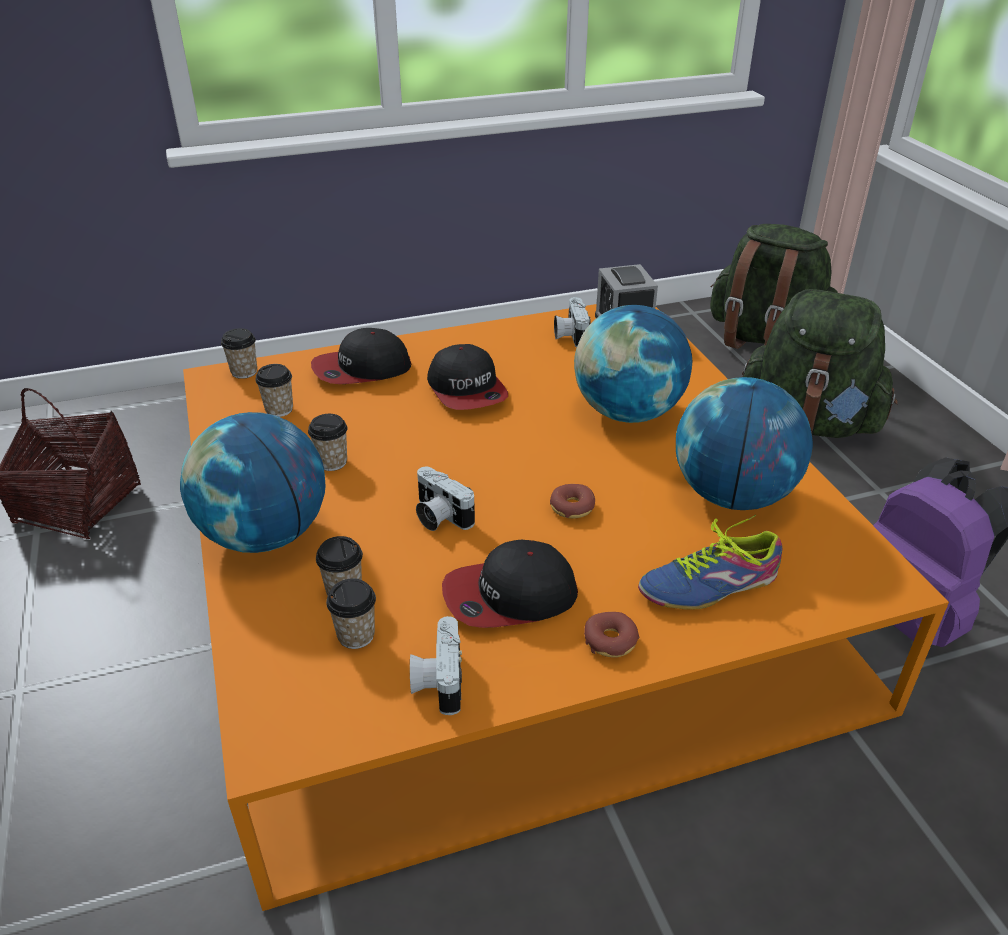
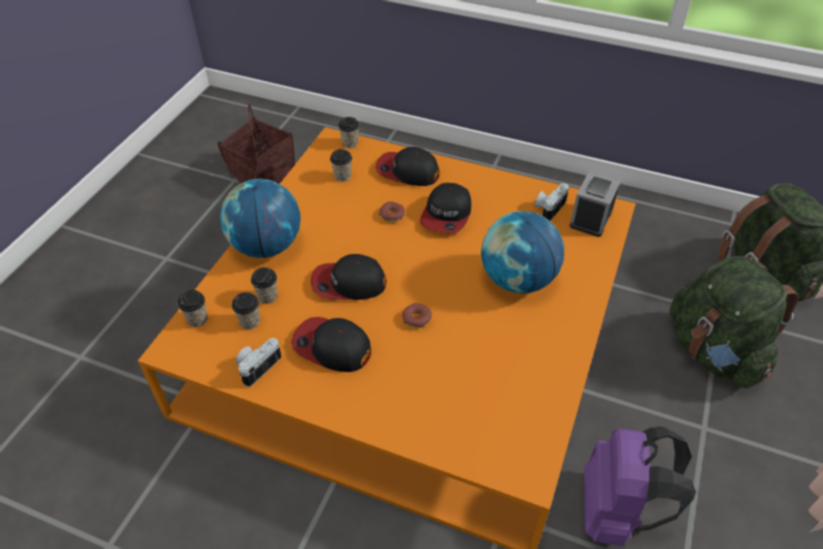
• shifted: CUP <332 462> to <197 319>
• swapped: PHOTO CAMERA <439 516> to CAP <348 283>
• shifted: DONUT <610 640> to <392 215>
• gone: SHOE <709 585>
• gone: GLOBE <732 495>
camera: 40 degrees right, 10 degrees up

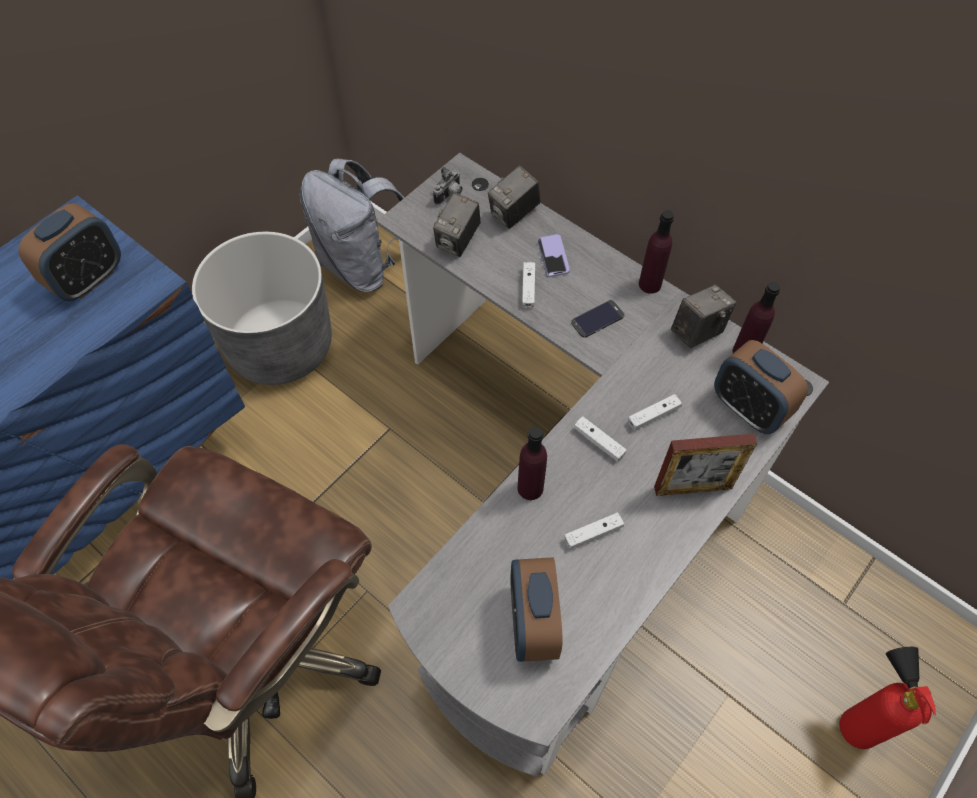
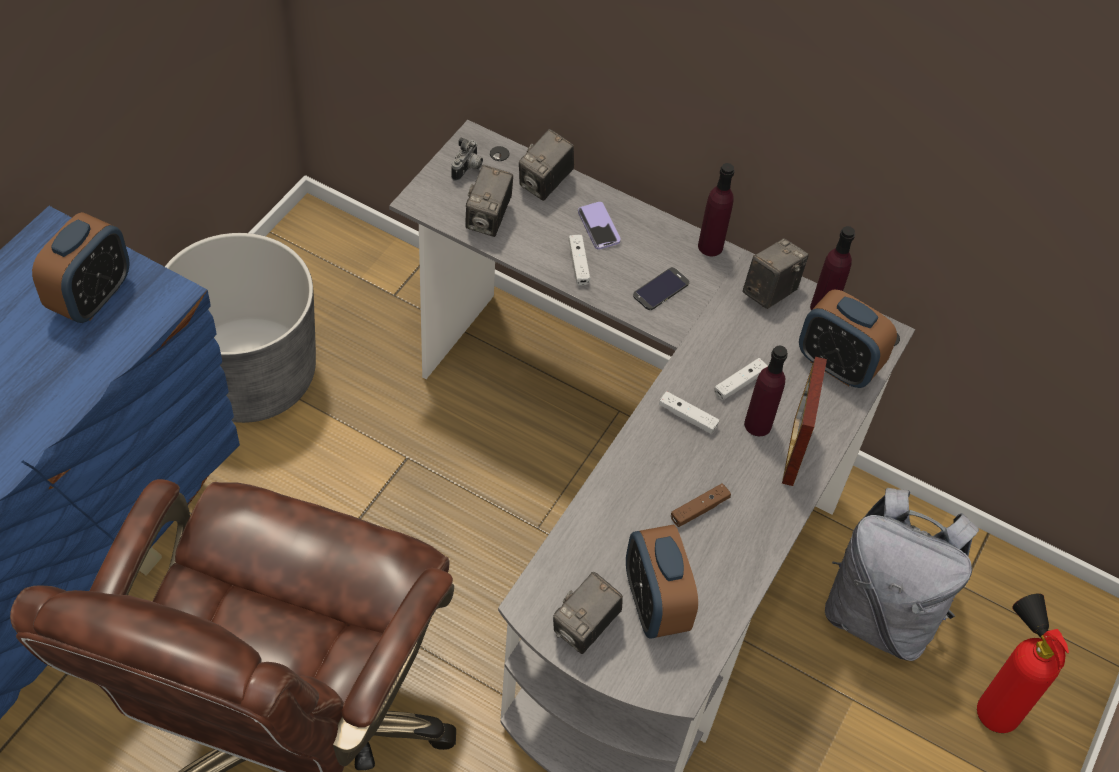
• new: PHOTO CAMERA <585 628>
• repainted: WHITE GAME CONTROLLER <593 534> to BROWN GAME CONTROLLER <699 509>
• shifted: PURPLE BOTTLE <530 488> to <758 424>
• rotated: PICTURE FRAME <692 487> = <793 451> 120 degrees clockwise
• shifted: GREY BACKPACK <362 266> to <880 614>
camera: 15 degrees left, 5 degrees down

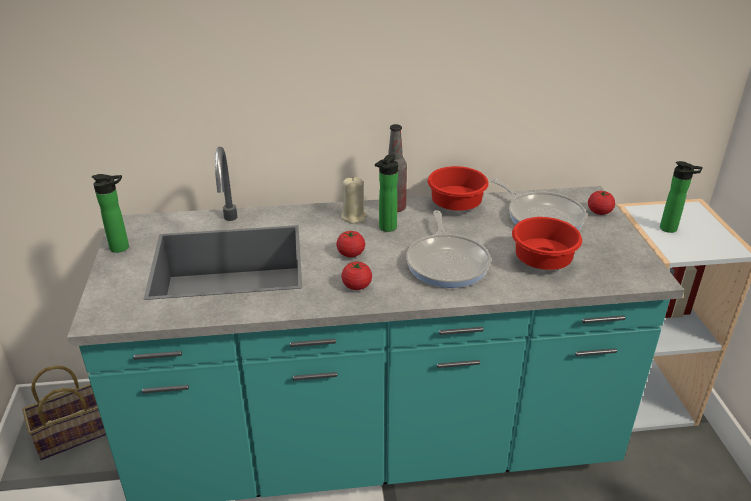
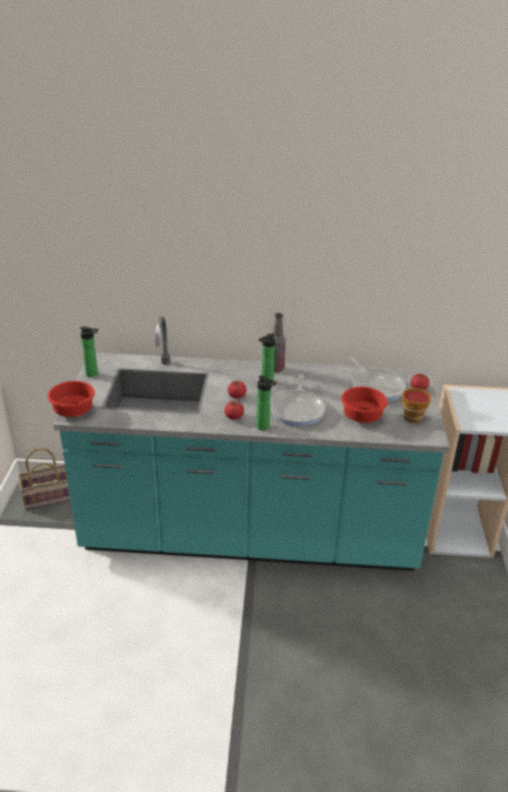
• shifted: RED BOWL <454 205> to <72 410>
• shifted: BOTTLE <671 229> to <264 427>
• new: CUP <412 416>
• gone: BEIGE CANDLE <354 217>
camera: 10 degrees right, 0 degrees up

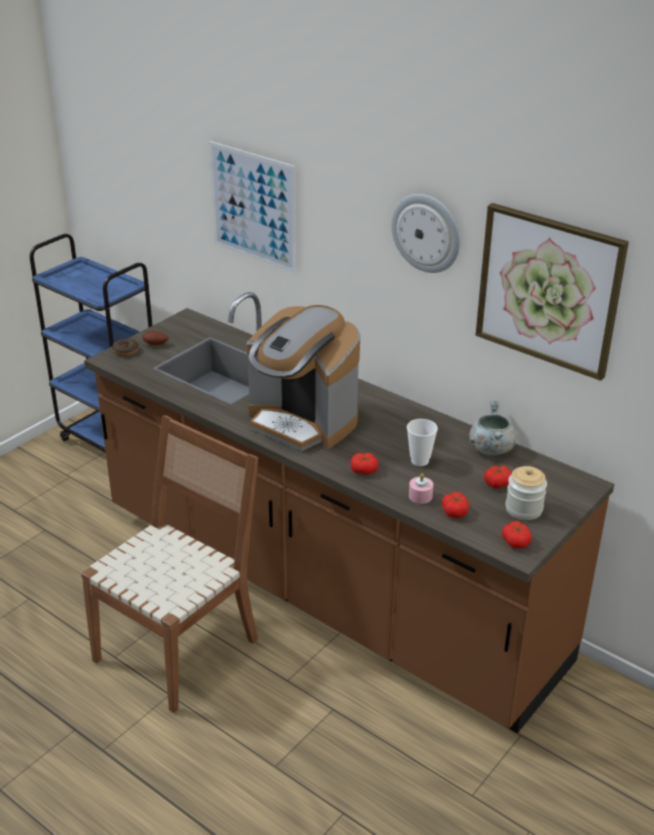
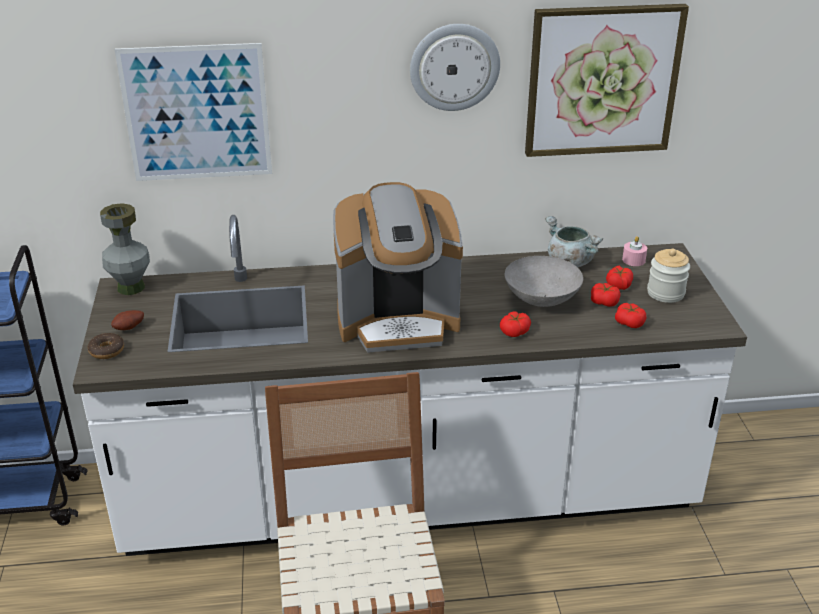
• repainted: BROWN COUNTER <325 586> to WHITE COUNTER <409 497>
• new: GREY VASE <131 287>
• swapped: CUP <419 461> to GREY BOWL <540 300>
• shifted: TOMATO <516 541> to <604 302>
• shifted: PINK CANDLE <420 496> to <633 260>
camera: 45 degrees left, 0 degrees up

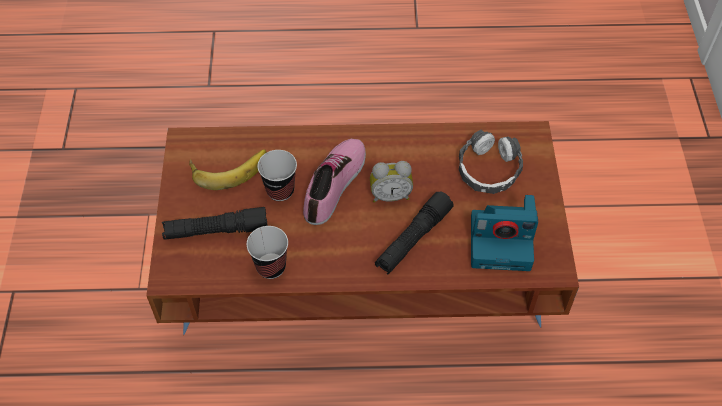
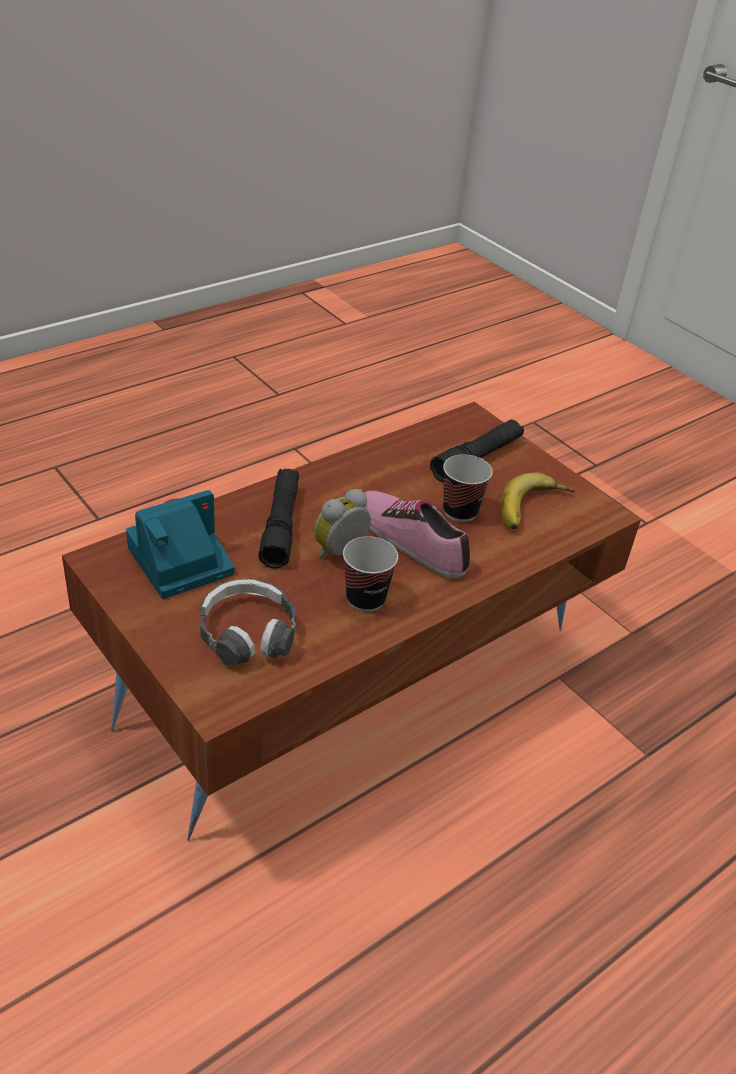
• shifted: CUP <271 267> to <365 599>
• rotated: SHOE <335 185> = <411 539> 150 degrees clockwise
camera: 140 degrees right, 15 degrees down

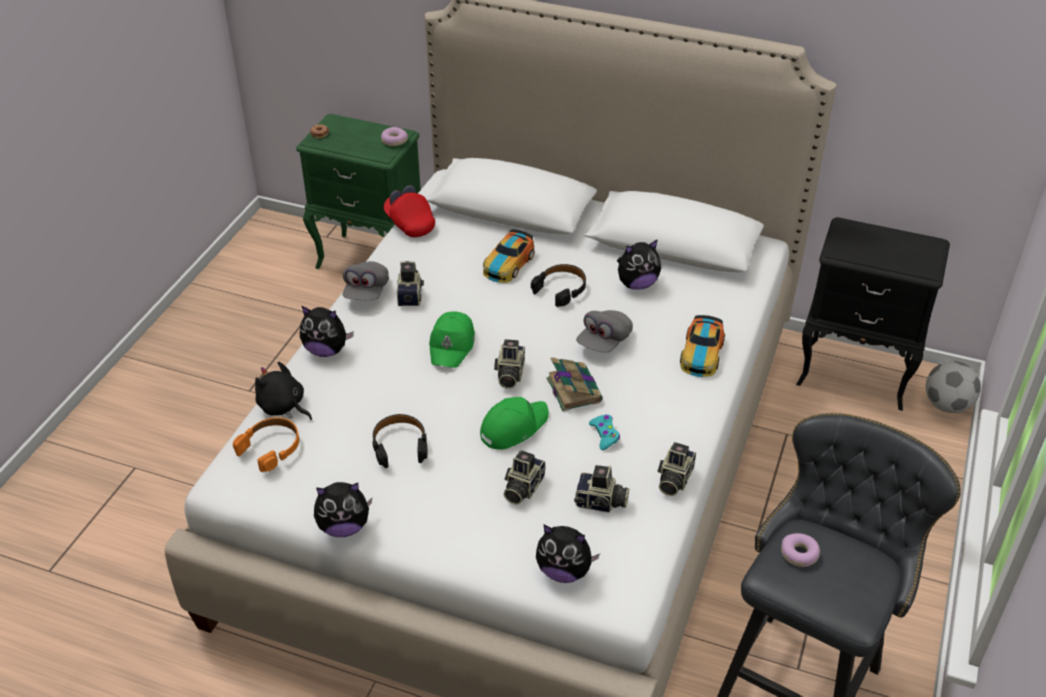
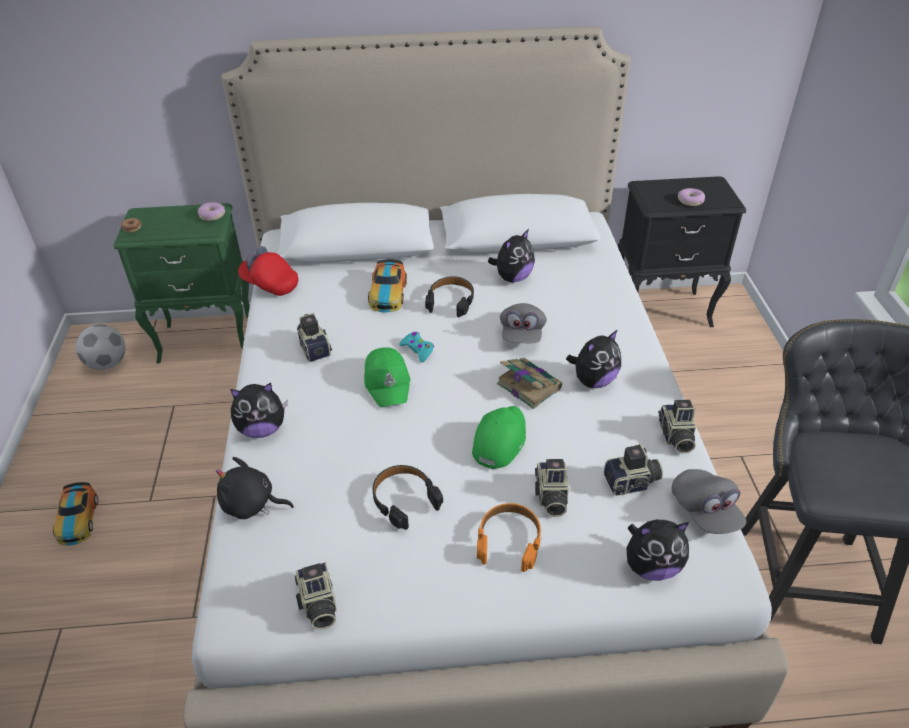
• shifted: TOY CAR <701 354> to <77 519>
• shifted: FOOTBALL <946 405> to <107 364>
• shifted: PHOTO CAMERA <509 374> to <318 605>
• shifted: TURQUOISE GAME CONTROLLER <604 435> to <417 350>
• shifted: ORANGE HEADPHONES <271 448> to <509 541>
• shifted: PLUSH TOY <344 527> to <593 381>
• shifted: GREY CAP <366 292> to <705 512>
• shifted: DONUT <799 554> to <690 201>
camera: 25 degrees left, 0 degrees up

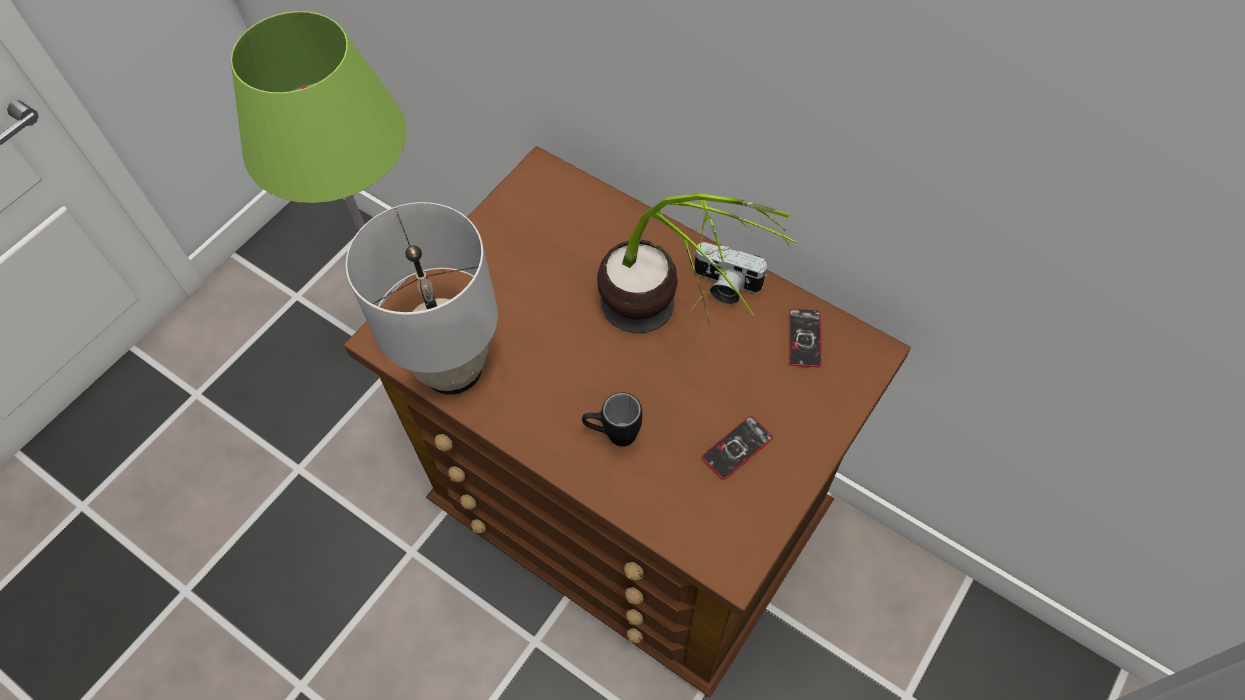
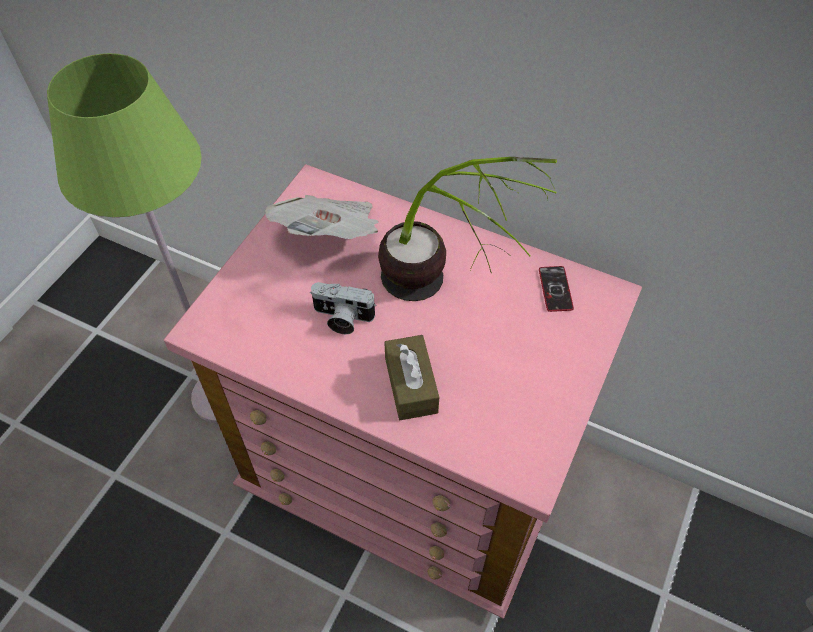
• repainted: BROWN DRESSER <631 506> to PINK DRESSER <410 468>
• new: NEWSPAPER <330 235>
• shifted: PHOTO CAMERA <725 285> to <342 318>
• swapped: BLACK MUG <612 435> to BROWN TISSUE BOX <411 385>
• gone: WHITE TABLE LAMP <453 369>
• gone: PHONE <737 448>
camera: 10 degrees left, 5 degrees down

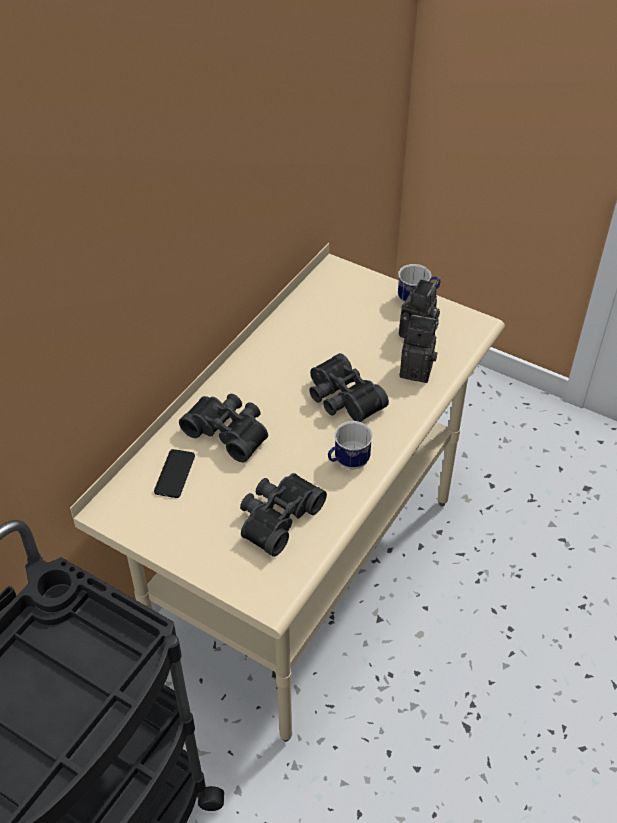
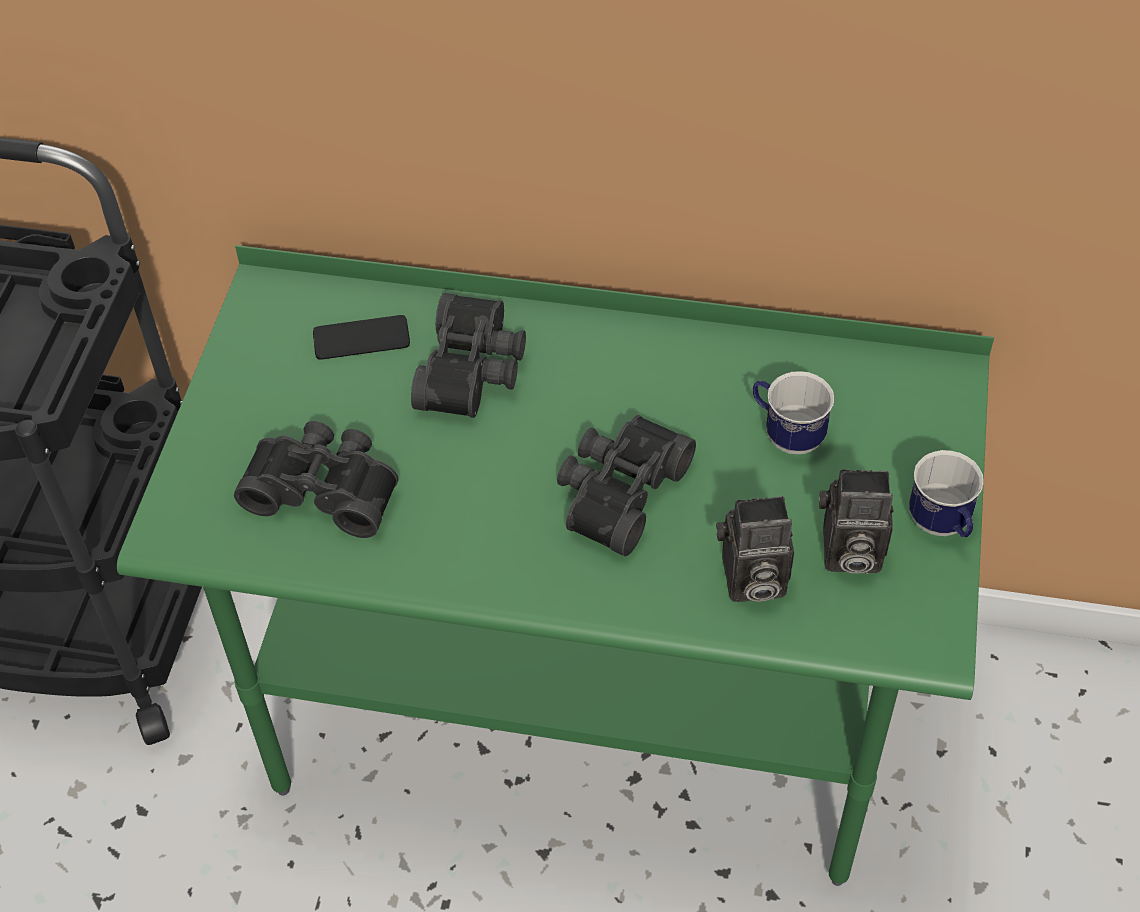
• repainted: BEIGE DESK <307 577> to GREEN DESK <578 717>
• rotated: PHOTO CAMERA <418 370> = <750 581> 90 degrees clockwise
• shifted: MUG <347 463> to <786 434>
camera: 70 degrees right, 5 degrees up

